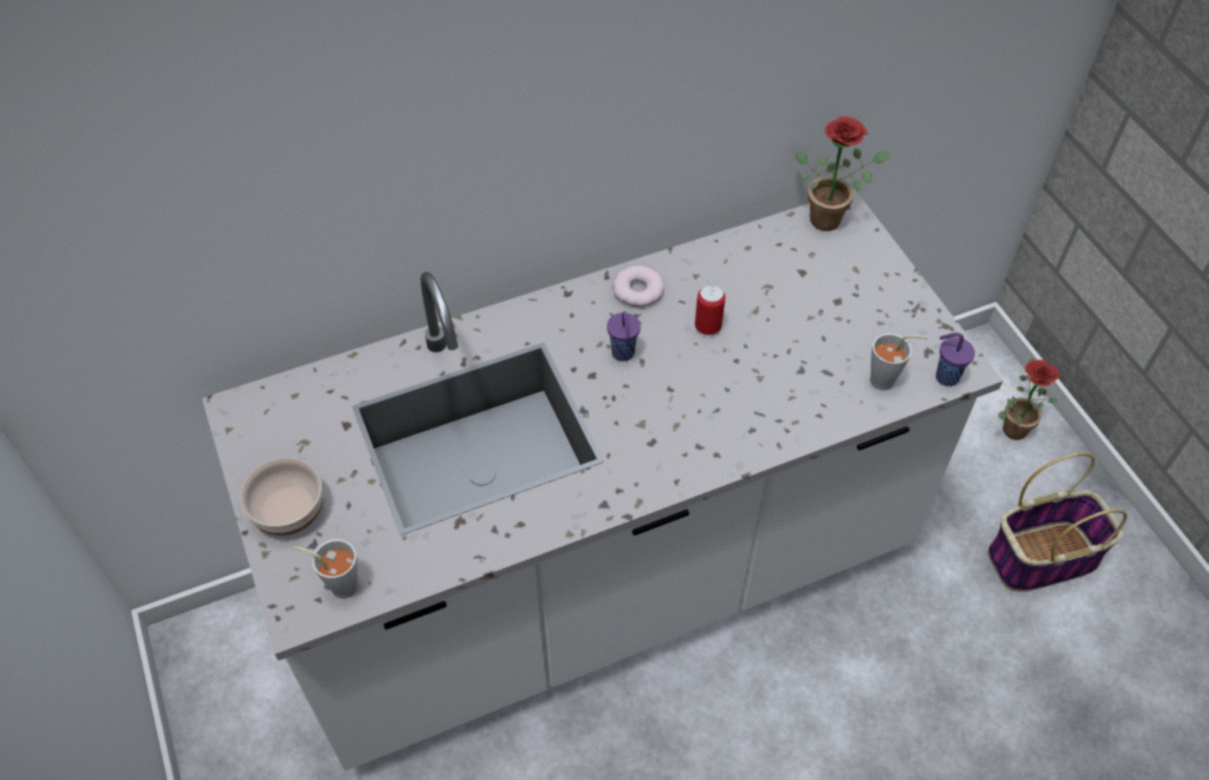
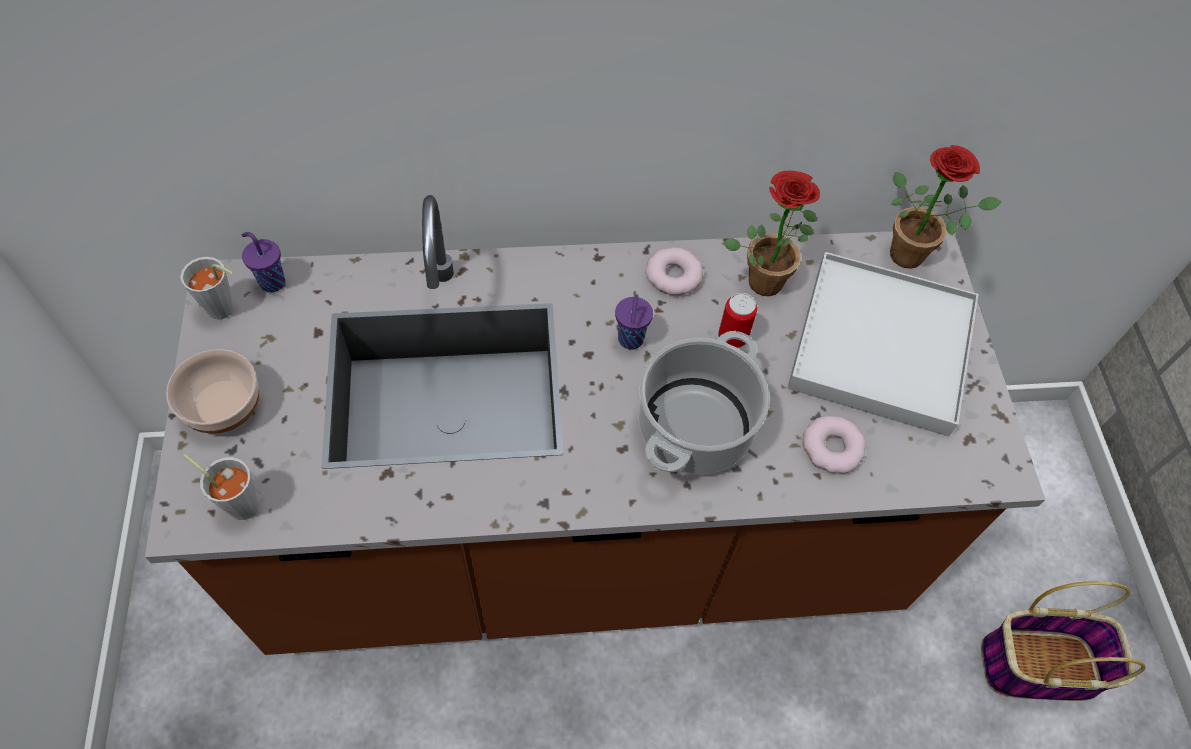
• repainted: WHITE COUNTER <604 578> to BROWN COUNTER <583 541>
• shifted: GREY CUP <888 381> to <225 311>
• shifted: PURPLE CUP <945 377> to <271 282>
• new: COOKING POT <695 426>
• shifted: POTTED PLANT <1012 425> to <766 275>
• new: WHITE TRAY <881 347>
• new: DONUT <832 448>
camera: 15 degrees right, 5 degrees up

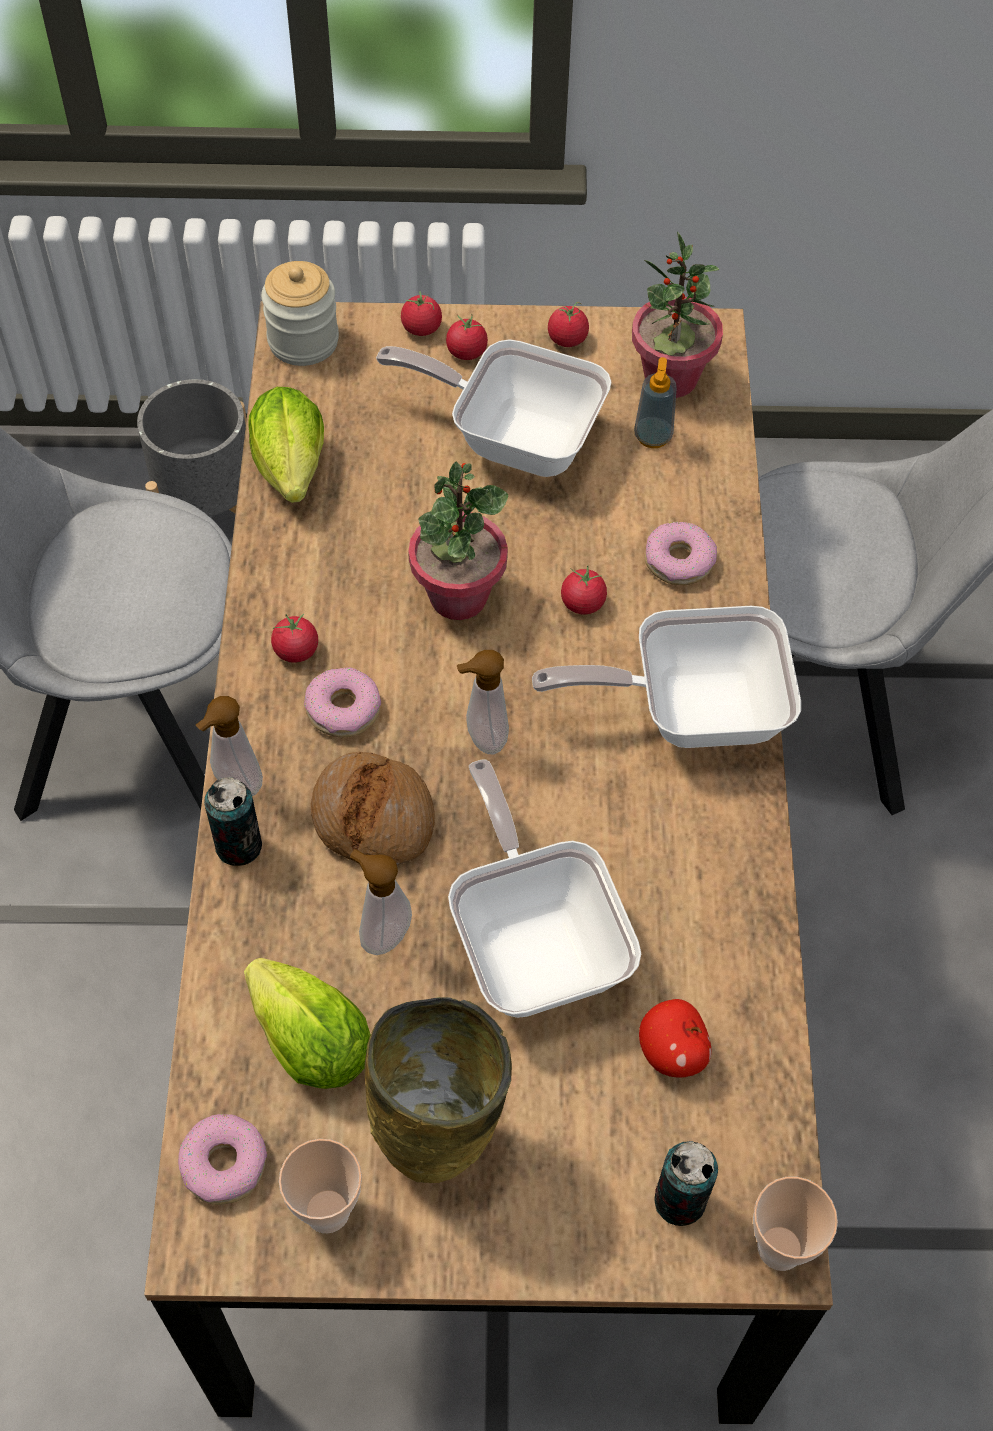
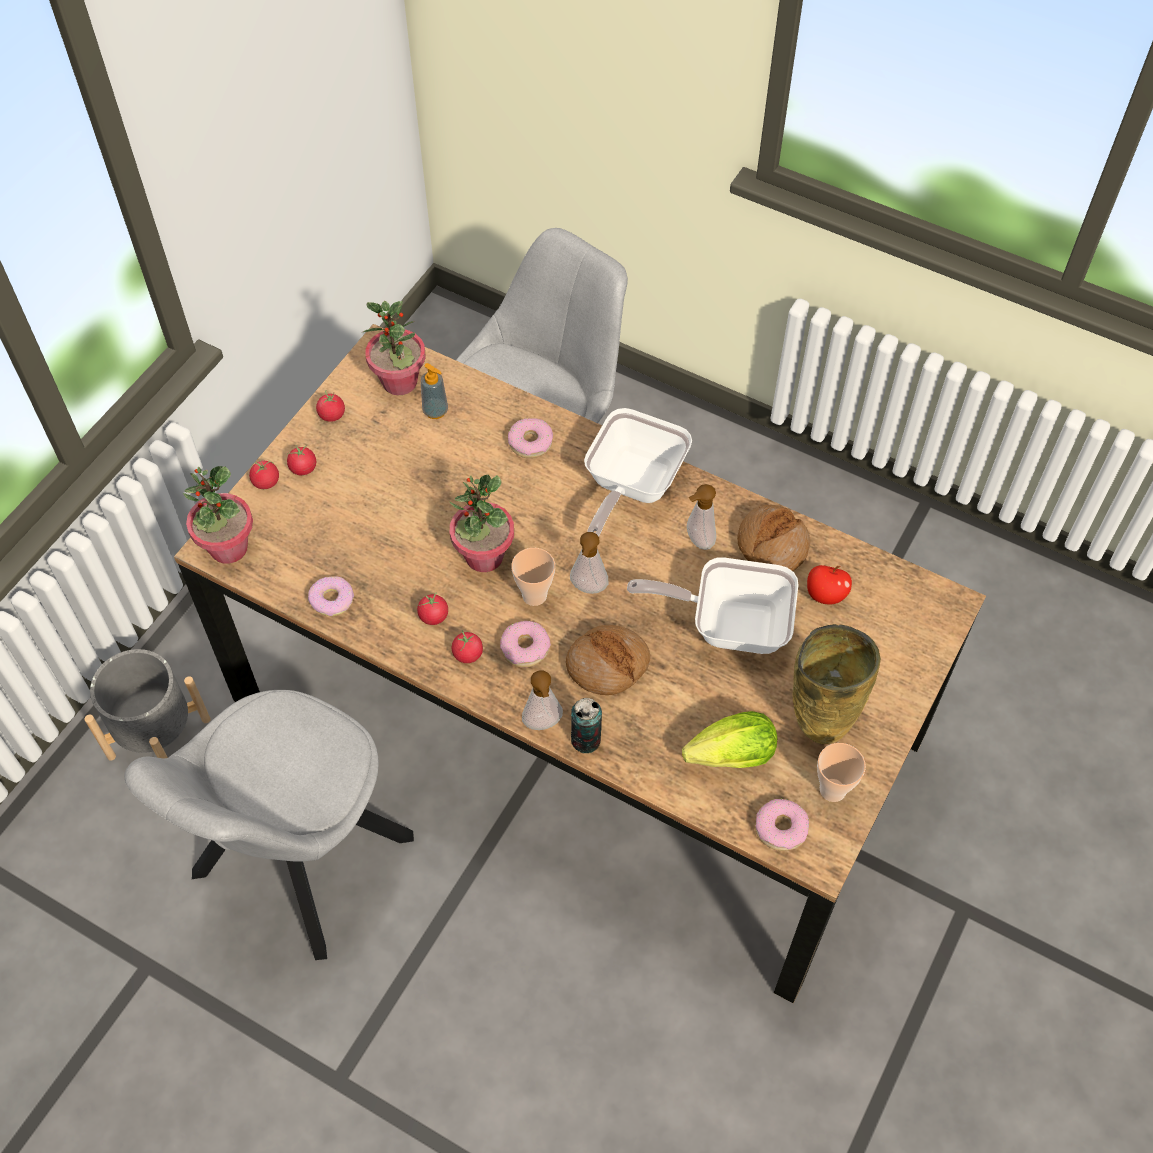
• swapped: JAR <303 341> to POTTED PLANT <228 548>
• swapped: LETTUCE <291 474> to DONUT <332 600>
• shifted: TOMATO <582 603> to <433 616>
• shifted: CUP <780 1248> to <534 595>
• shifted: SOAP DISPENSER <382 933> to <697 541>
• new: BREAD <771 546>
• gone: FRYING PAN <514 438>
• gone: CAN <680 1201>
camera: 60 degrees left, 0 degrees up

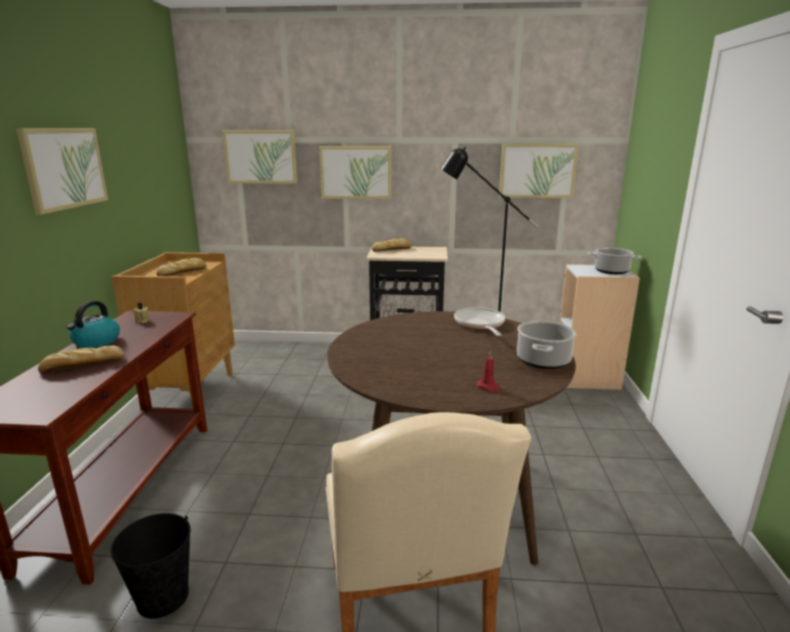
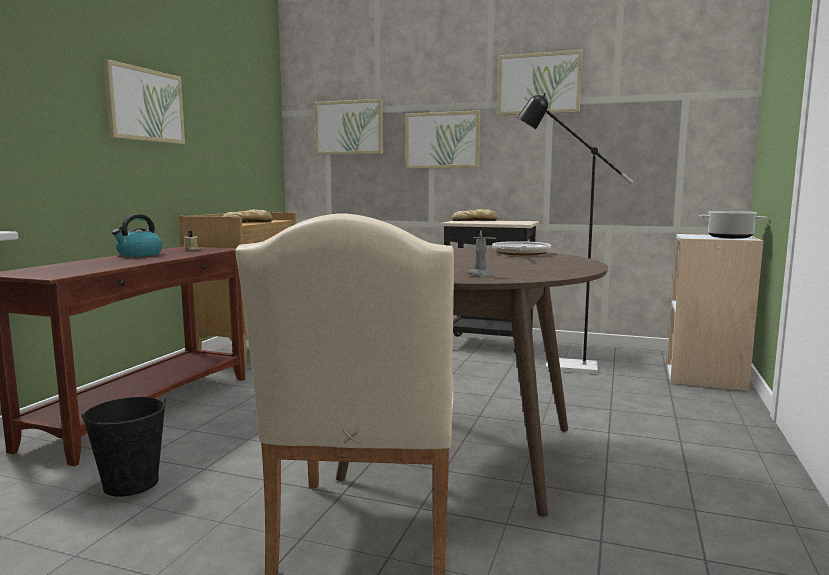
• repainted: RED CANDLE <488 387> to GREY CANDLE <480 275>
• shifted: PICTURE <537 171> to <539 84>
• gone: BREAD <81 366>
• gone: COOKING POT <543 360>
camera: 15 degrees right, 10 degrees down

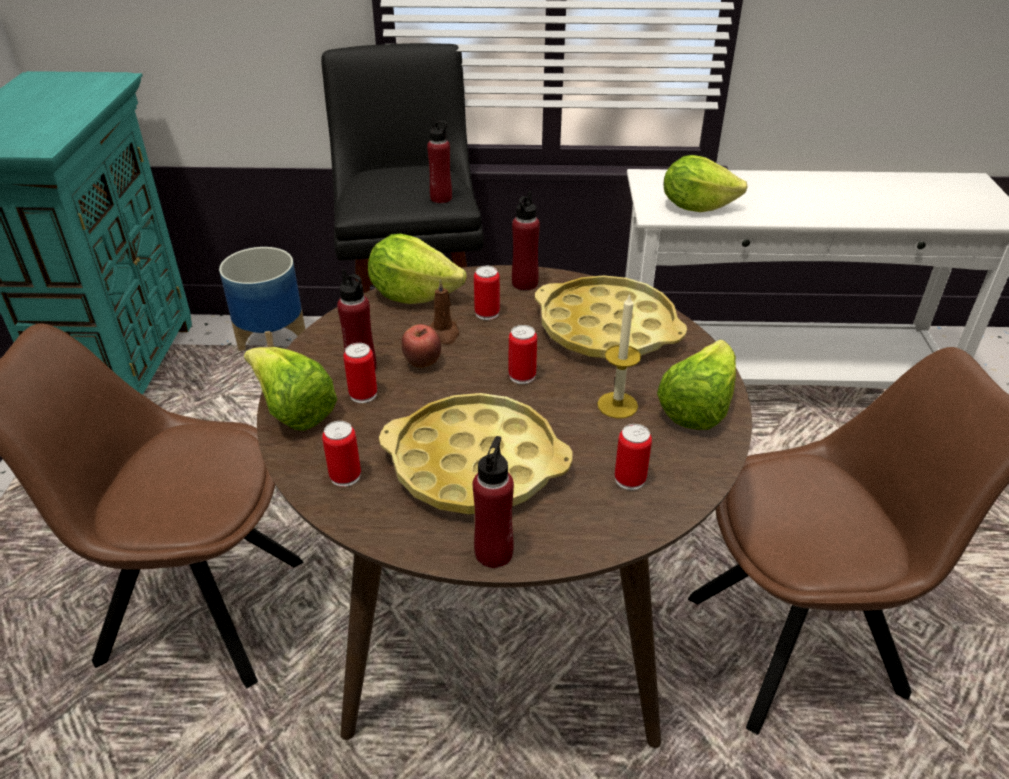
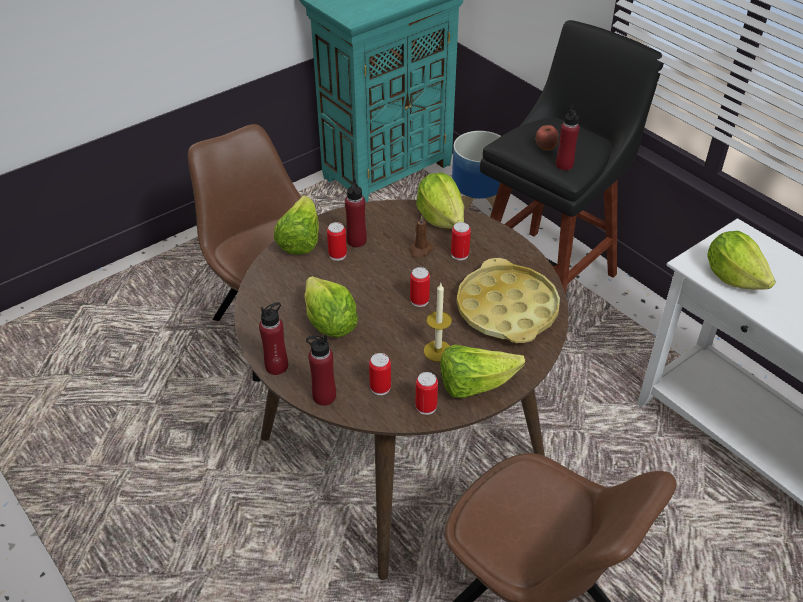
• swapped: YELLOW TRAY <475 464> to LETTUCE <330 324>
• shifted: RED BOTTLE <524 283> to <324 396>
• shifted: CAN <345 476> to <426 406>
• shifted: APPLE <422 363> to <545 148>
camera: 50 degrees right, 5 degrees up

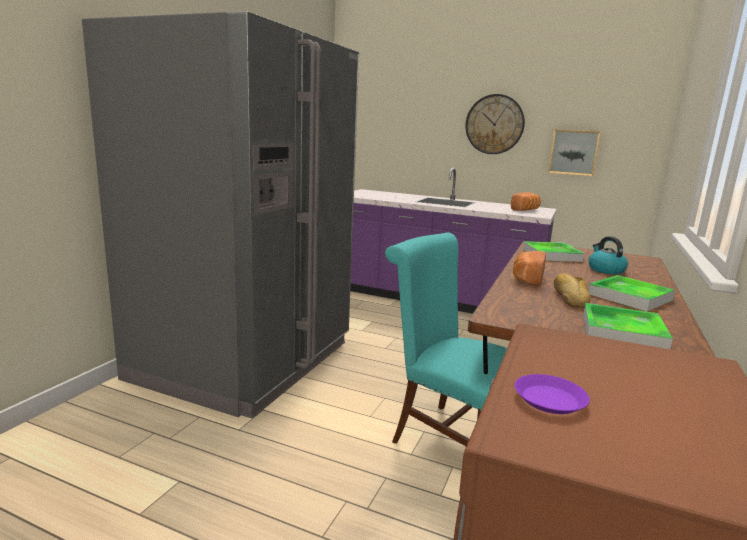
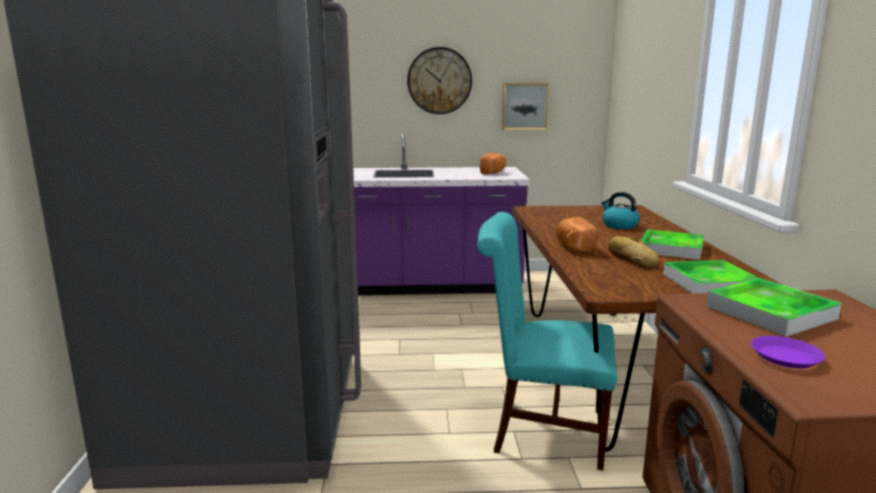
• shifted: TRAY <551 255> to <770 312>
camera: 25 degrees left, 0 degrees up

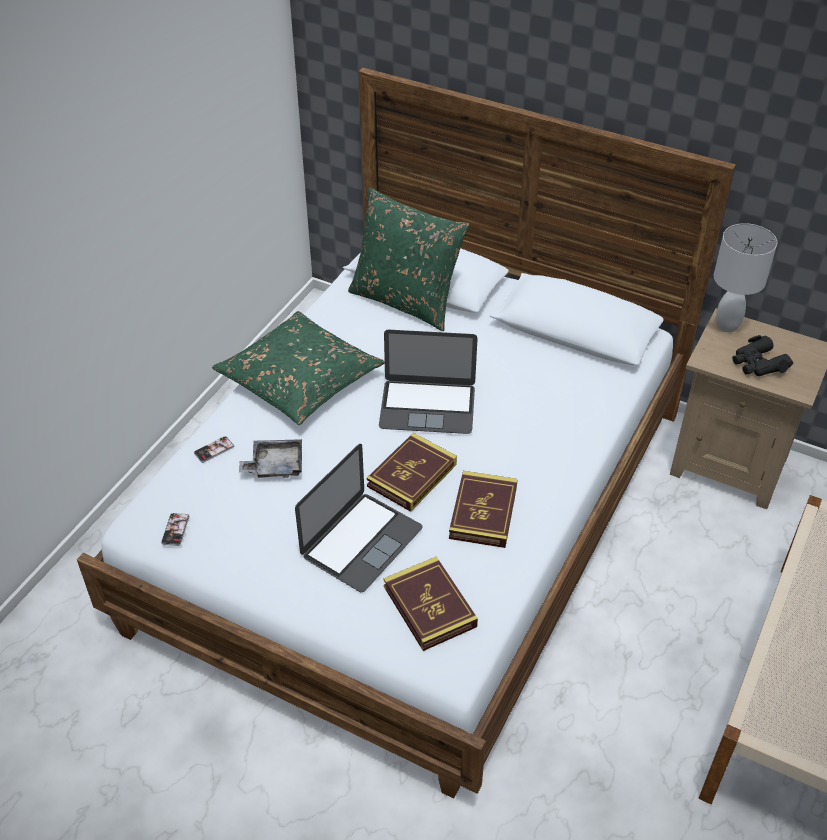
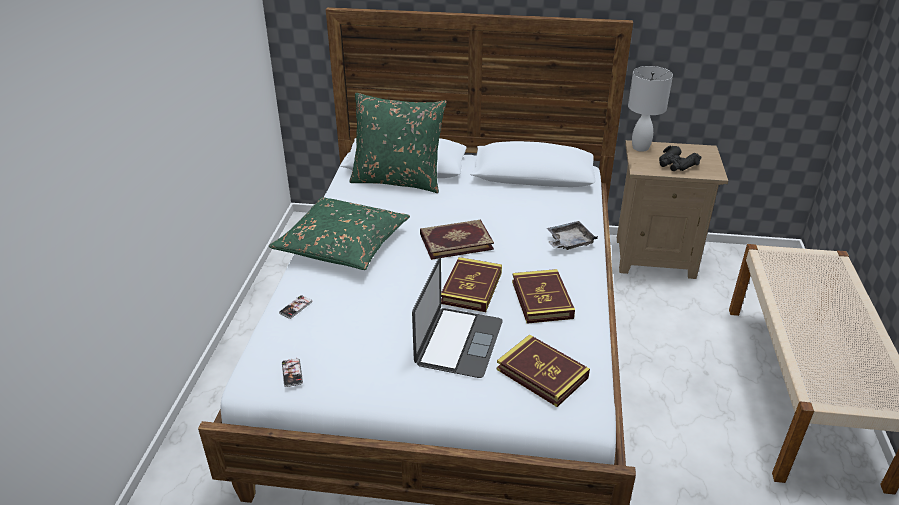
• swapped: LAPTOP <427 406> to BOOK <456 241>
• shifted: GREY TRAY <275 465> to <569 242>
camera: 20 degrees left, 10 degrees down

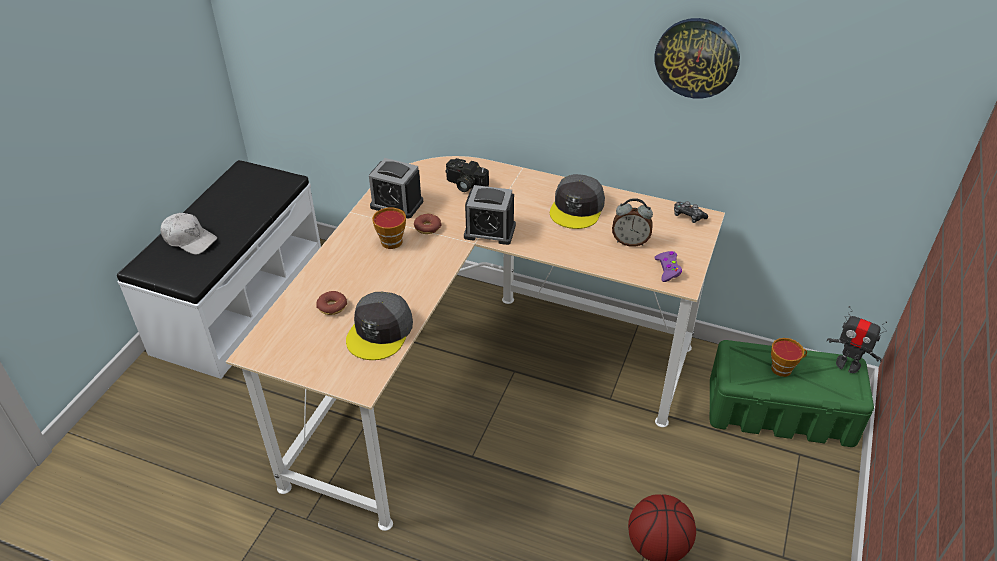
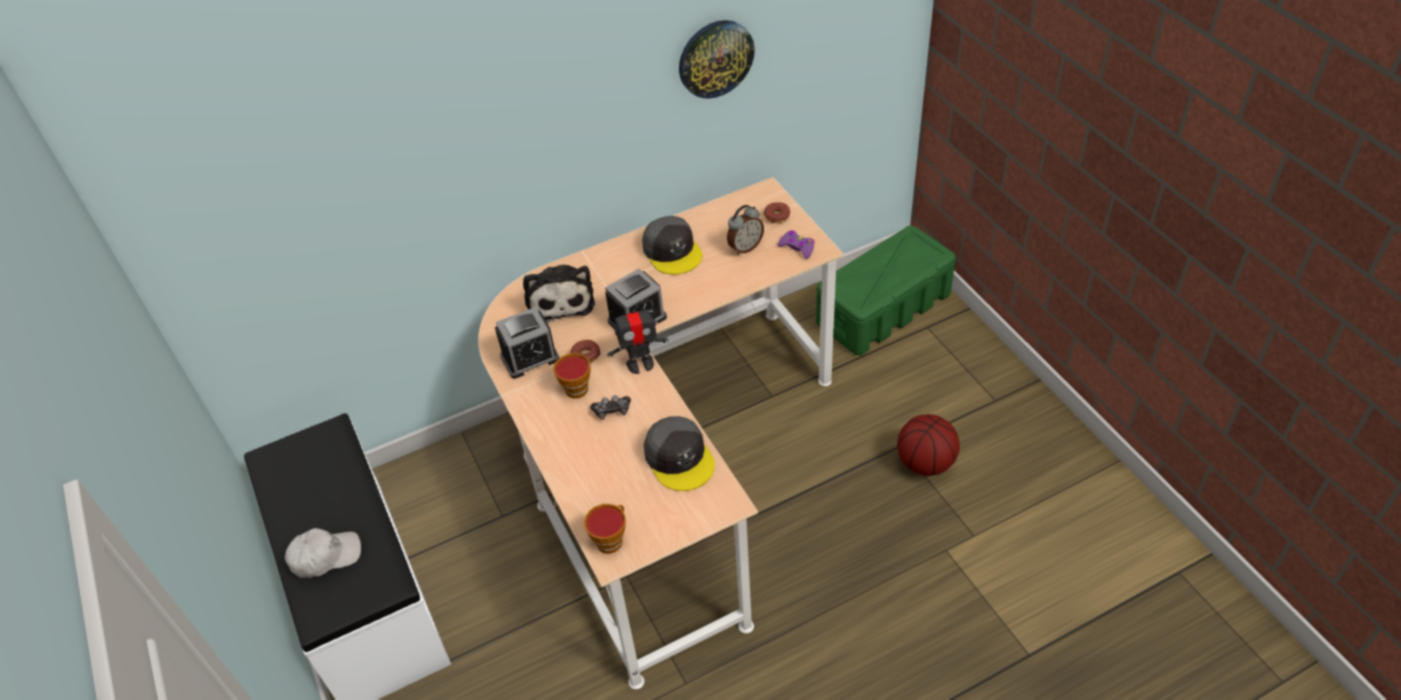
• swapped: PHOTO CAMERA <465 185> to PLUSH TOY <560 299>
• shifted: CUP <784 368> to <611 539>
• shifted: GAME CONTROLLER <688 216> to <612 411>
• shifted: TOY ROBOT <847 364> to <640 364>
• shifted: DONUT <332 307> to <777 216>
camera: 45 degrees left, 5 degrees up

